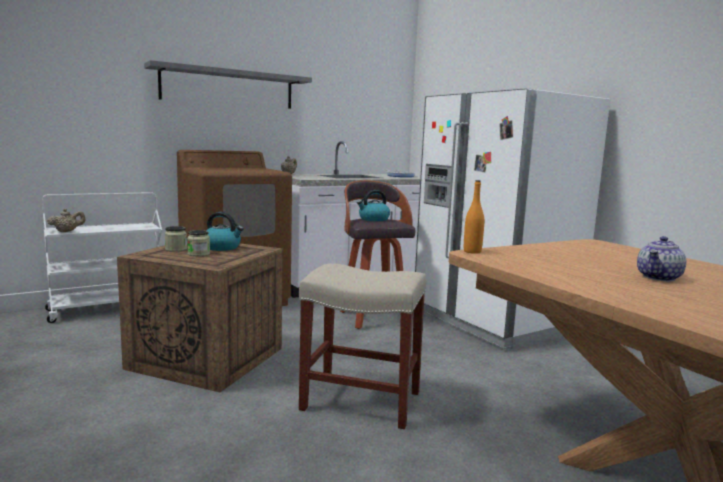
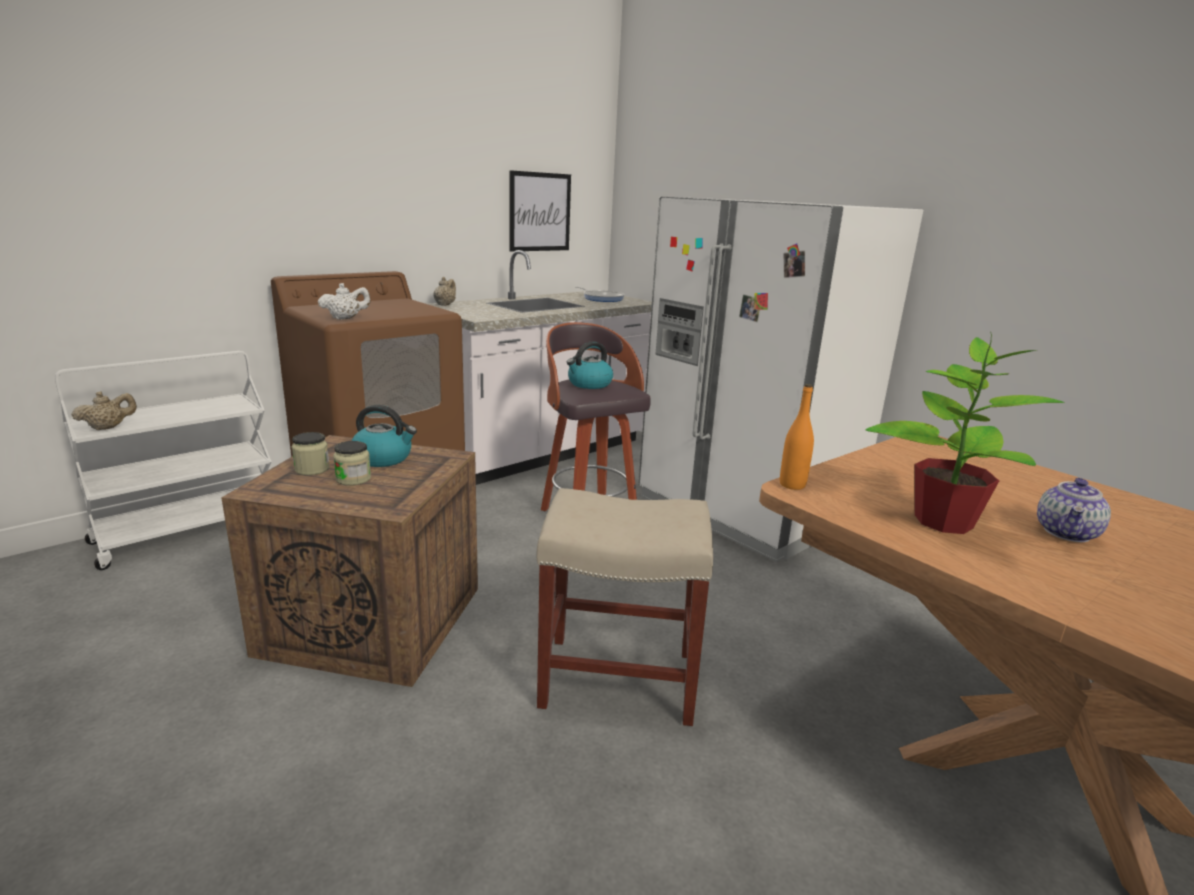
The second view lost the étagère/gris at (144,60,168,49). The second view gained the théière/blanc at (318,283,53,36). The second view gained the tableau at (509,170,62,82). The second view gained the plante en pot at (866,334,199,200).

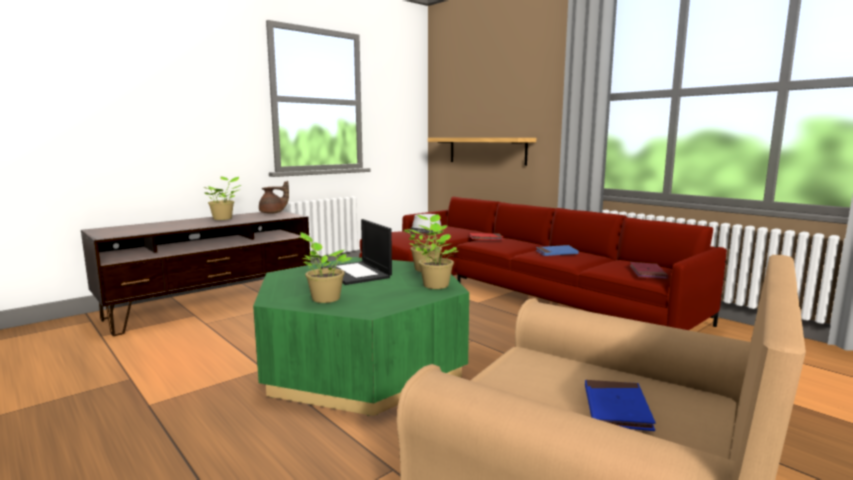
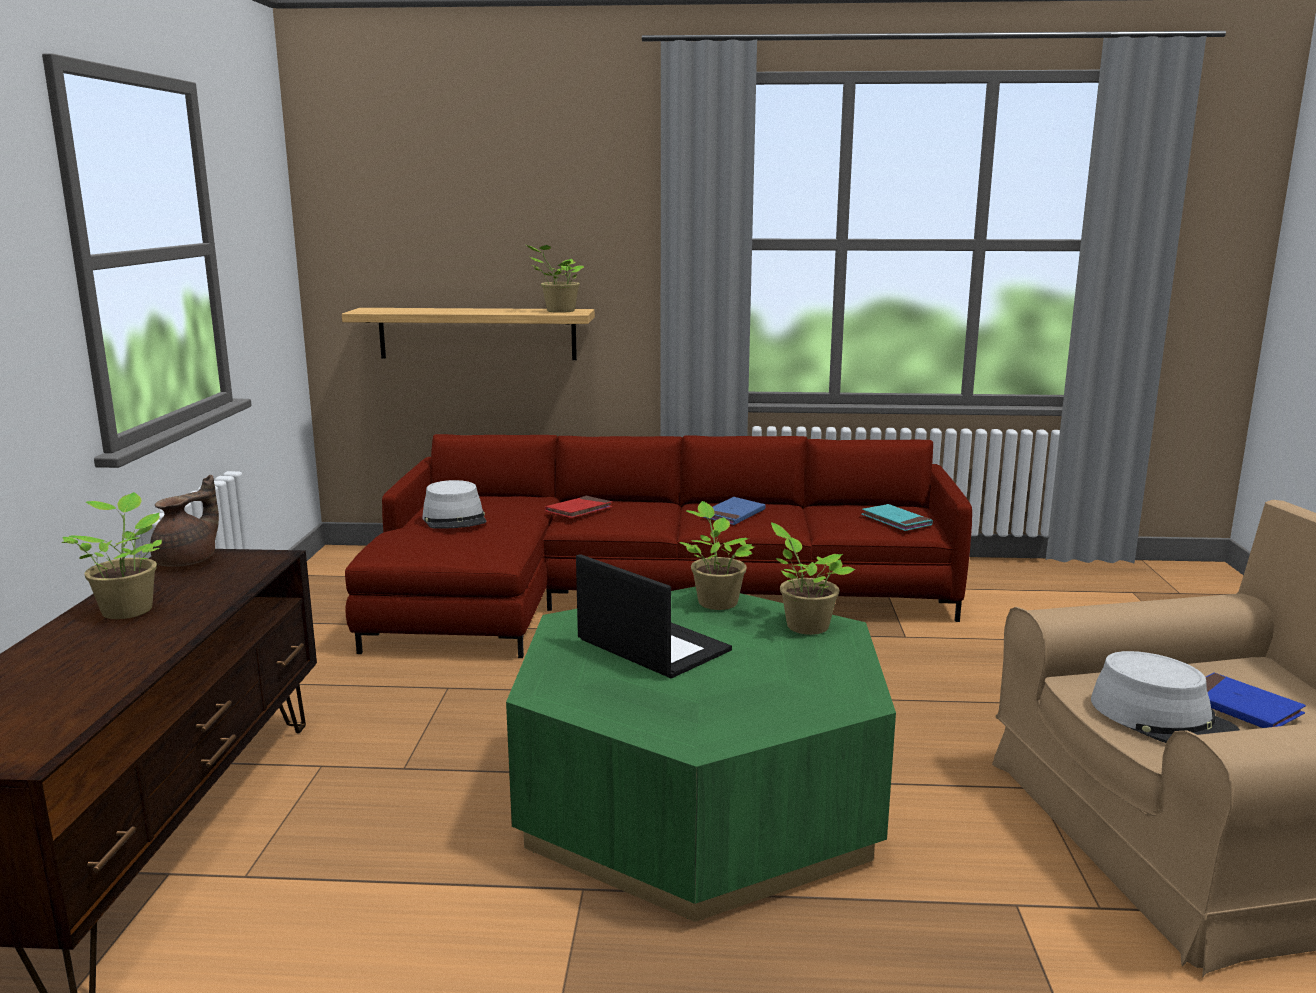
The second view gained the chapeau/gris at (1091,651,149,92). The plante en pot ended up elsewhere, having gone from (299,232,53,71) to (526,245,58,68). What was the livre/rouge at (630,262,38,17) turned into the livre/turquoise at (862,504,71,27). The ordinateur portable at (321,219,71,66) ended up facing another way, 150 degrees counterclockwise from before.

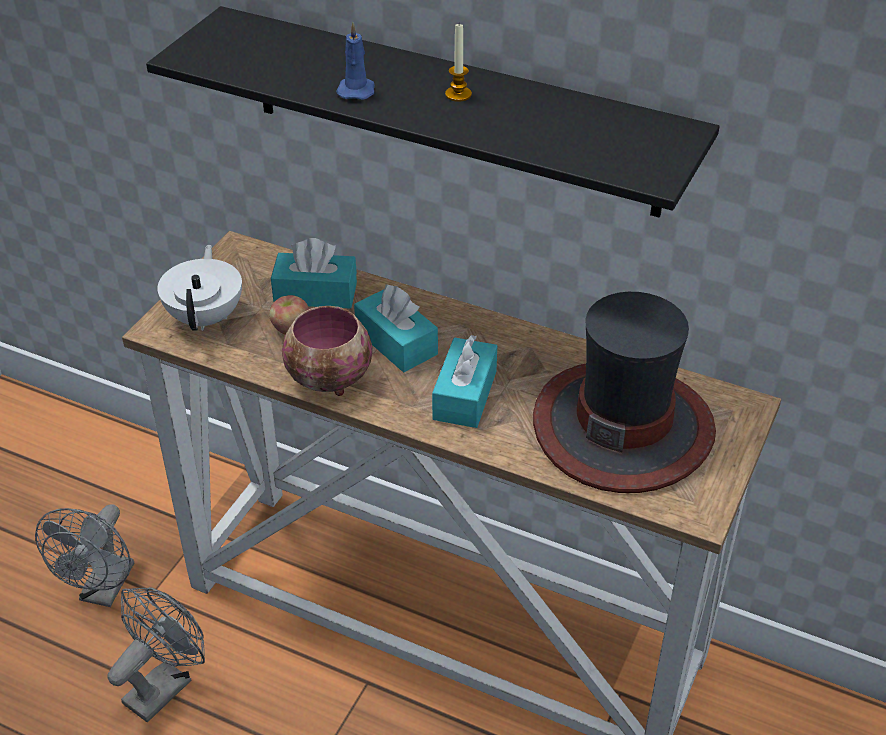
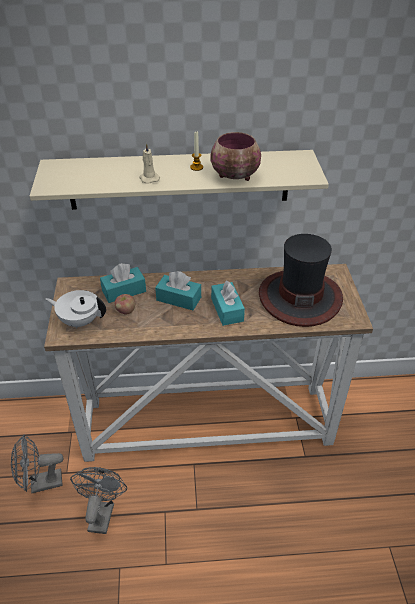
The bol ended up elsewhere, having gone from (282,306,90,90) to (210,132,51,49). What was the étagère/noir at (146,6,574,212) turned into the étagère/beige at (30,150,299,60). What was the bougie/bleu at (336,22,39,78) turned into the bougie/beige at (139,143,21,41). The ventilateur/gris at (35,504,99,103) ended up facing another way, 90 degrees clockwise from before. The théière/blanc at (157,245,85,86) ended up facing another way, 45 degrees counterclockwise from before.

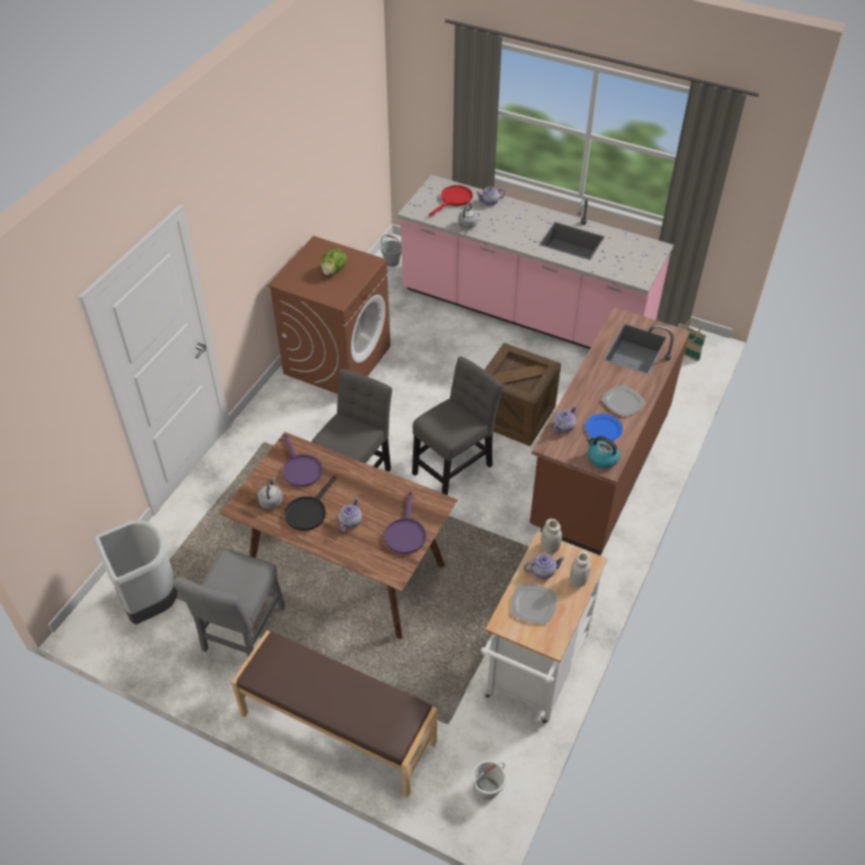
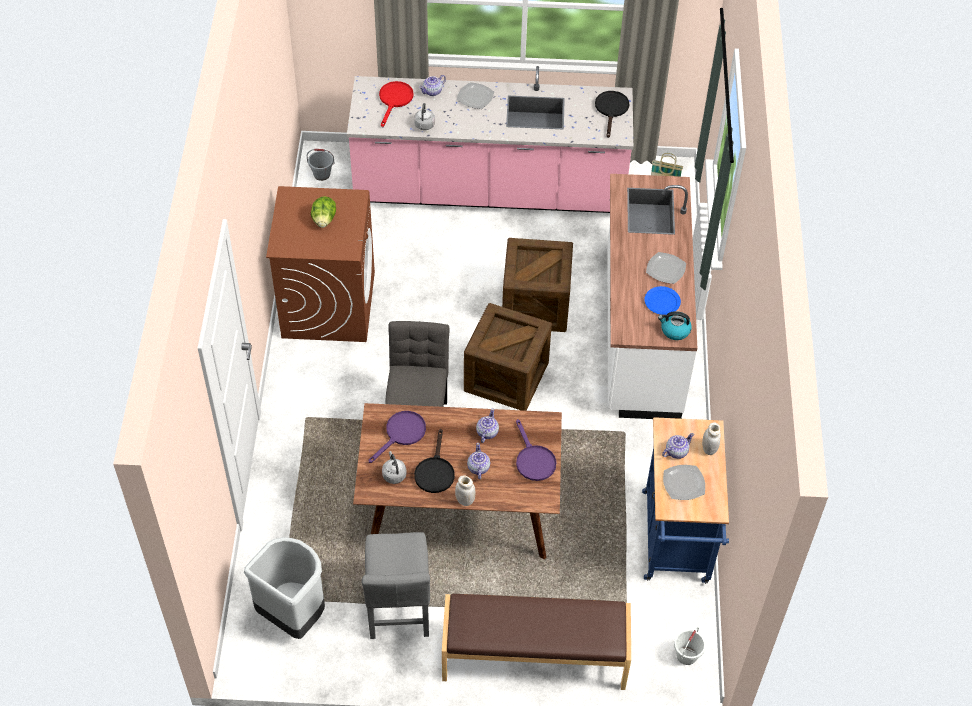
The second view gained the assiette at (456,82,38,27). The second view gained the poêle/noir at (595,91,34,47). The bocal/blanc ended up elsewhere, having gone from (541,519,21,35) to (455,475,20,31). The théière ended up elsewhere, having gone from (553,405,24,28) to (476,408,23,35). Where the chaise/gris stood at (412,357,91,138), the caisse came to stand at (464,303,88,108). What was the chariot/blanc at (481,531,127,193) turned into the chariot/bleu at (642,417,87,167). What was the comptoir de cuisine/marron at (530,307,160,249) turned into the comptoir de cuisine/blanc at (608,174,89,245). The poêle/violet at (283,434,39,53) ended up facing another way, 90 degrees counterclockwise from before.

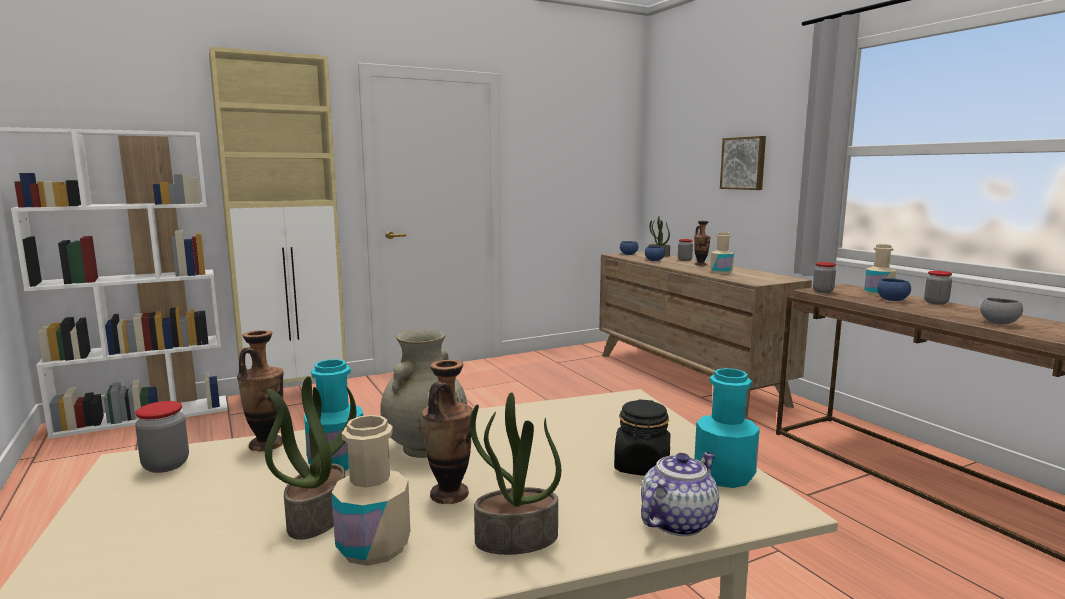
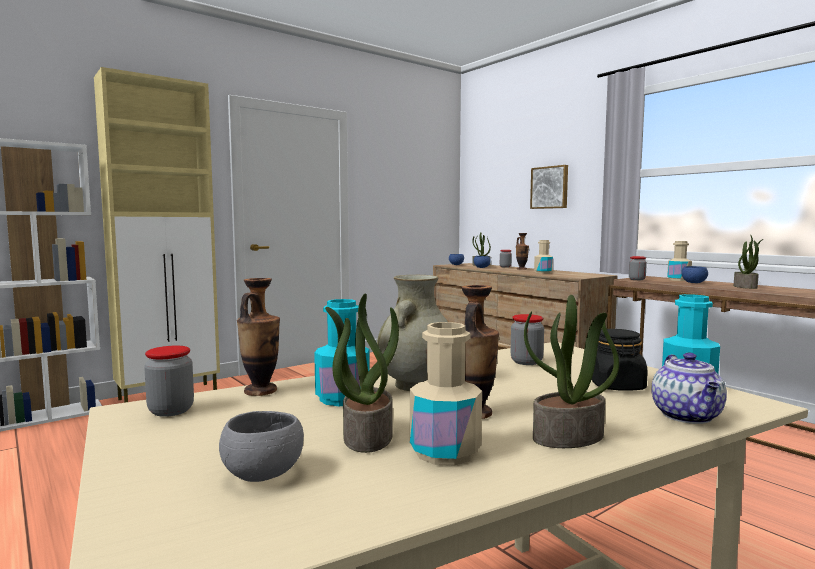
The second view gained the plante en pot at (734,235,29,54). The bocal ended up elsewhere, having gone from (924,271,28,34) to (510,314,34,51). The bol/gris ended up elsewhere, having gone from (980,298,43,27) to (219,411,85,71). The théière at (641,452,78,84) ended up facing another way, 150 degrees clockwise from before.

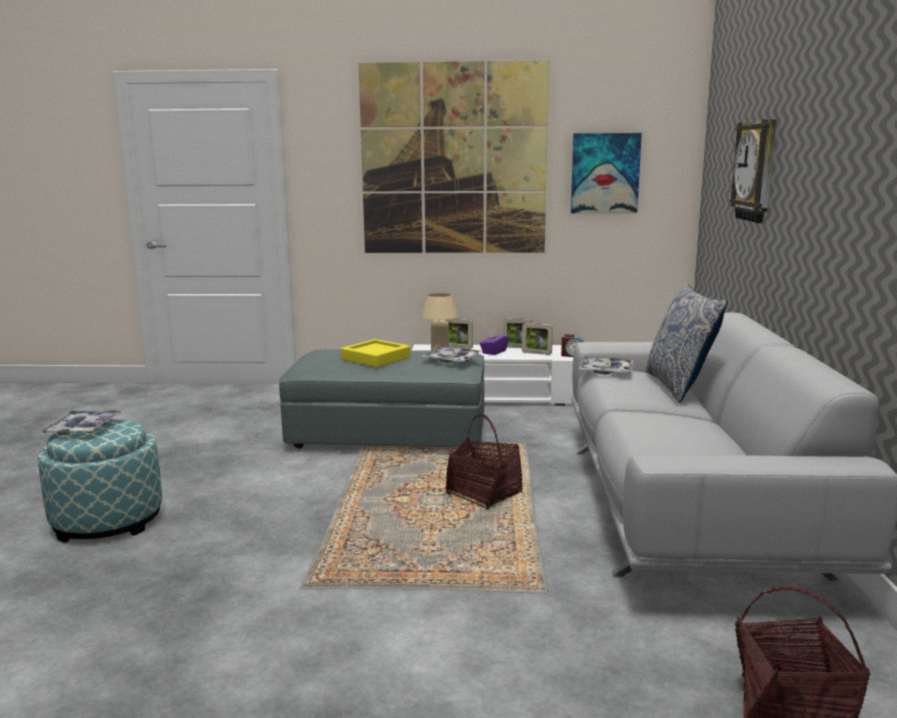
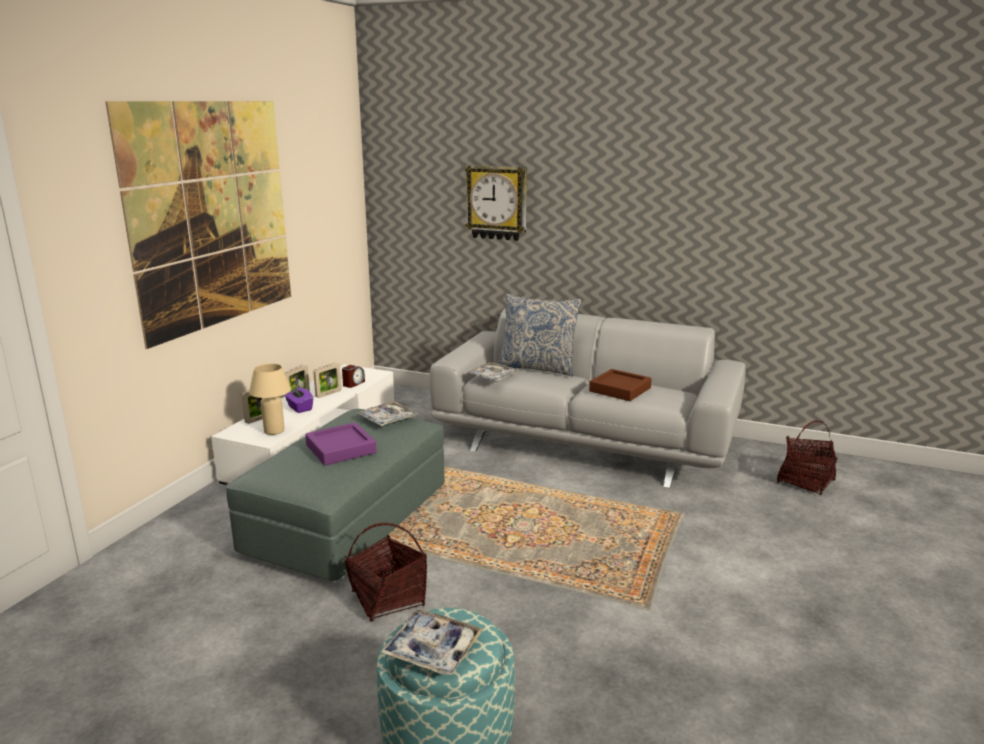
The second view lost the tableau at (571,133,71,80). The second view gained the plateau/marron at (589,369,63,32). The panier ended up elsewhere, having gone from (446,414,76,96) to (345,523,82,99). What was the plateau/jaune at (341,339,69,28) turned into the plateau/violet at (305,423,71,42).

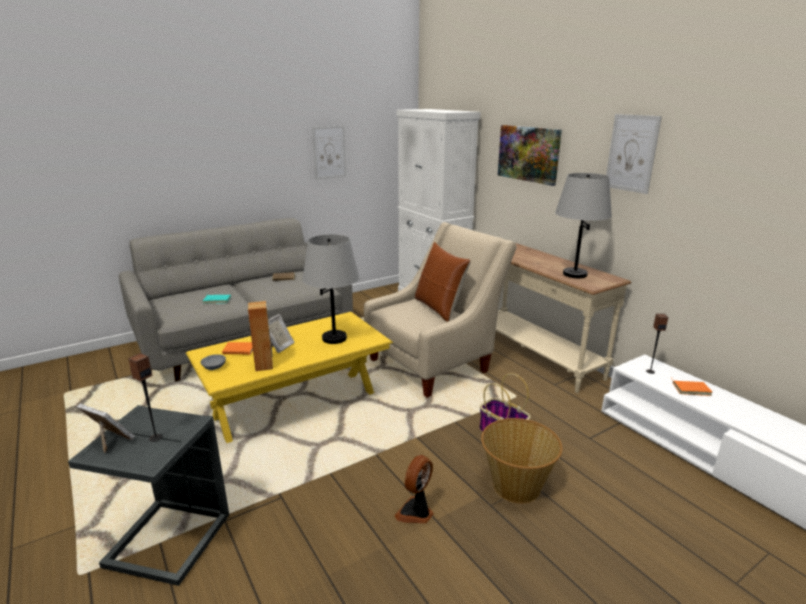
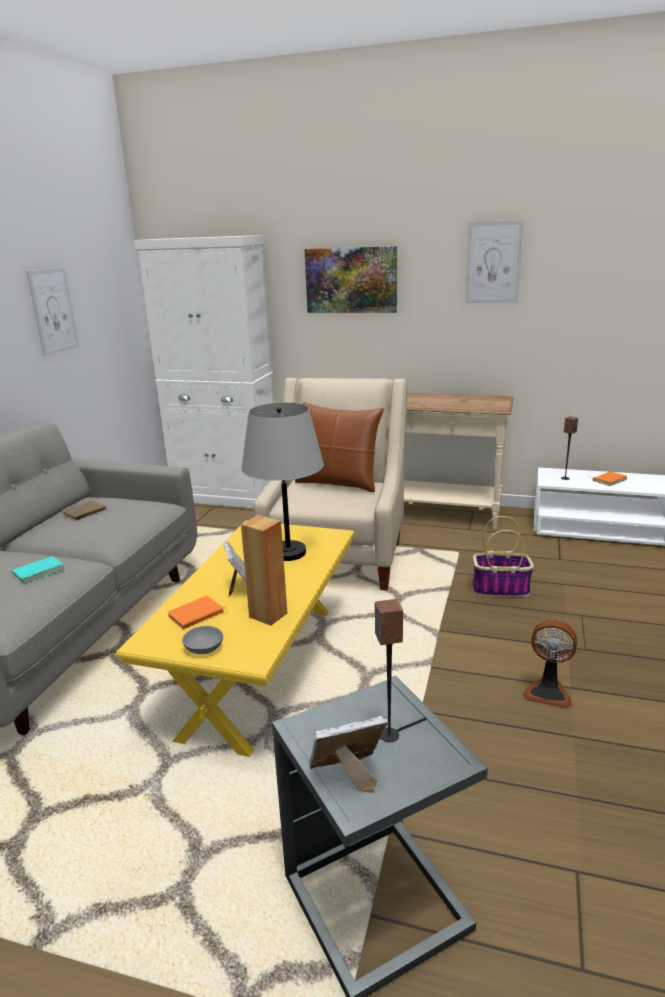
The second view lost the panier at (481,418,82,86). The second view lost the lampe de table/gris at (555,173,57,105). The ventilateur at (394,455,40,68) ended up facing another way, 60 degrees counterclockwise from before.

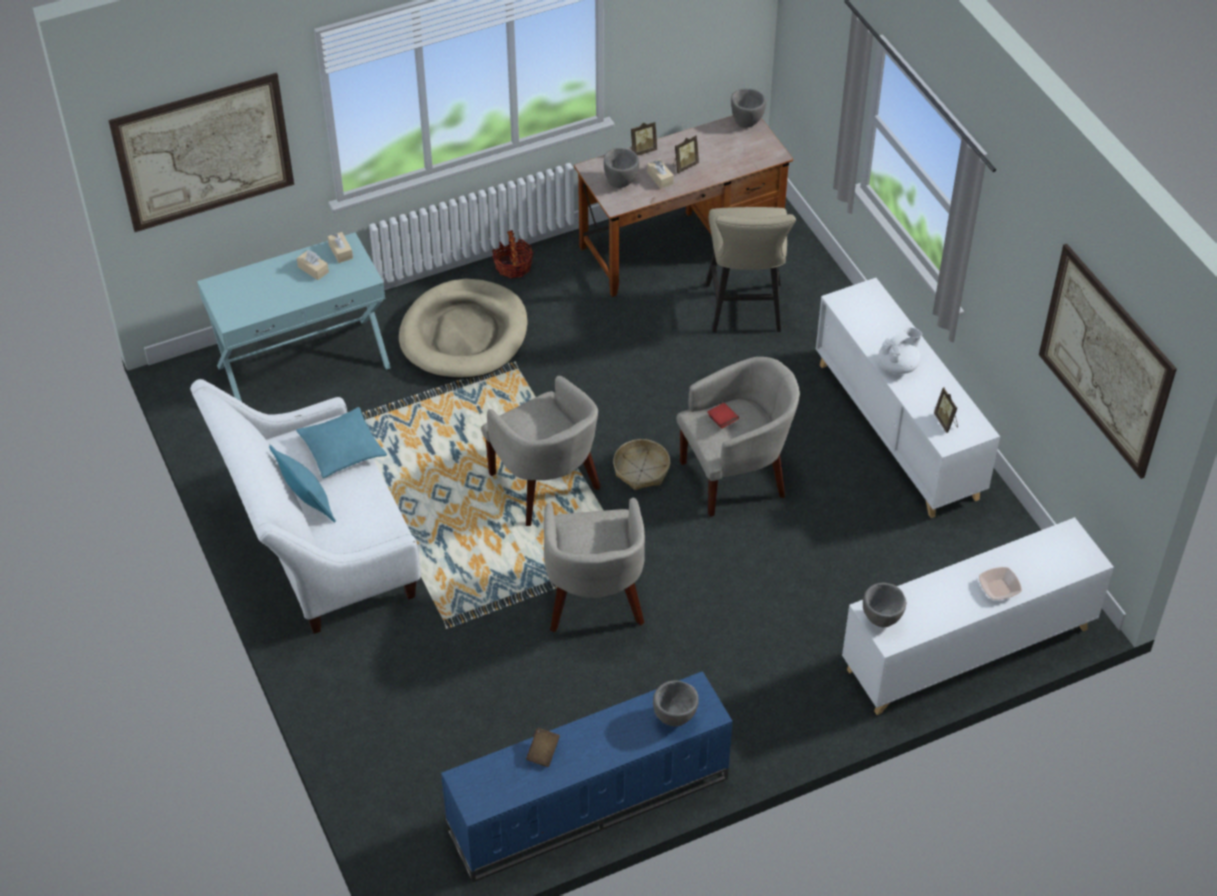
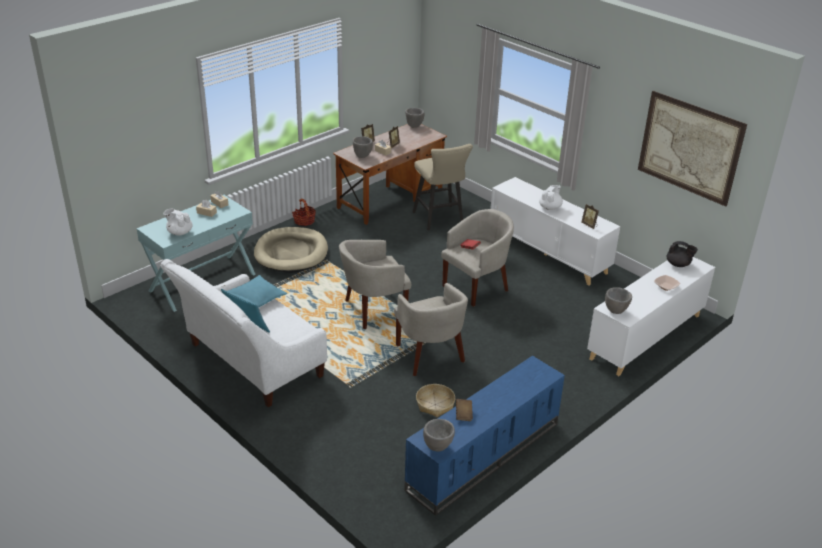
The second view lost the tableau at (108,73,186,159). The second view gained the théière/blanc at (164,208,28,28). The second view gained the théière/noir at (666,241,32,26). The panier ended up elsewhere, having gone from (613,439,57,51) to (416,384,39,33). The bol/gris ended up elsewhere, having gone from (653,680,46,46) to (423,419,32,33). The fauteuil/beige at (481,376,120,150) ended up facing another way, 120 degrees clockwise from before.

